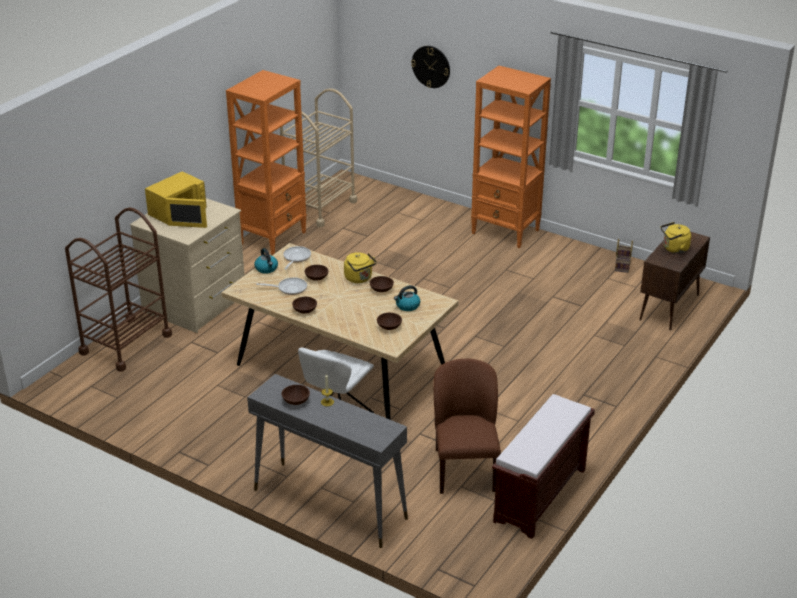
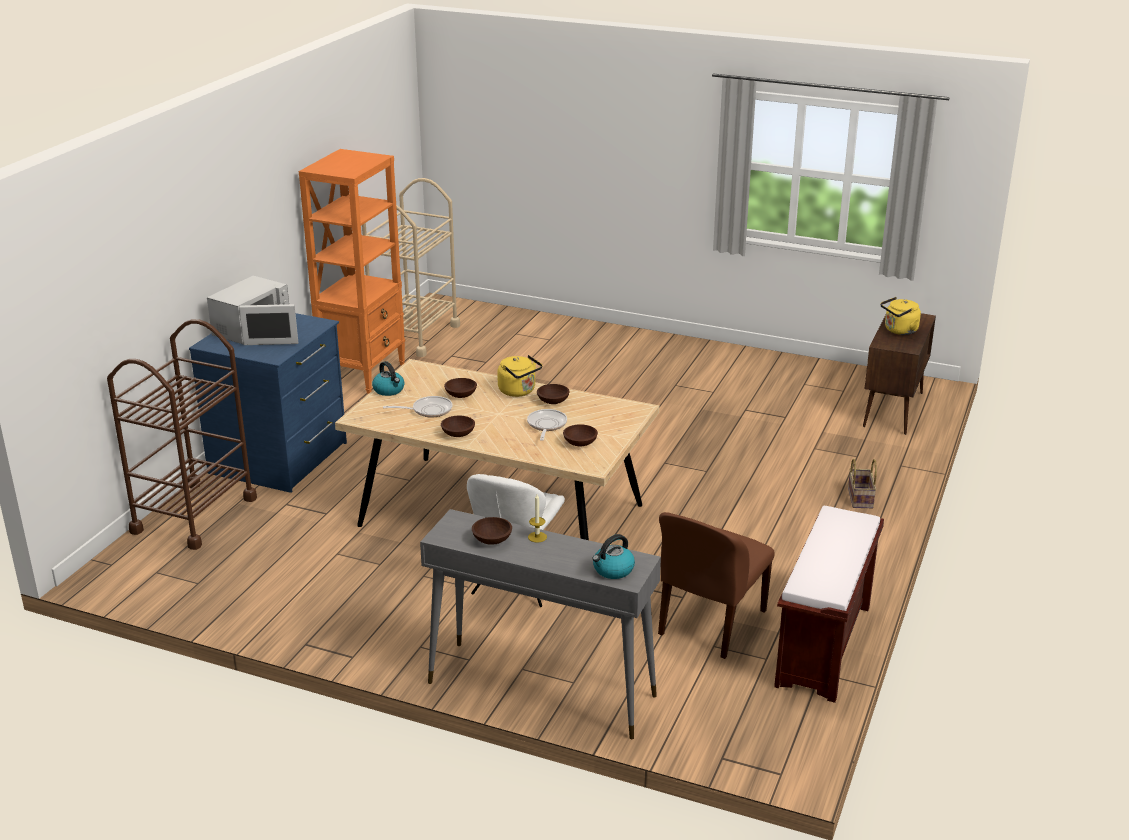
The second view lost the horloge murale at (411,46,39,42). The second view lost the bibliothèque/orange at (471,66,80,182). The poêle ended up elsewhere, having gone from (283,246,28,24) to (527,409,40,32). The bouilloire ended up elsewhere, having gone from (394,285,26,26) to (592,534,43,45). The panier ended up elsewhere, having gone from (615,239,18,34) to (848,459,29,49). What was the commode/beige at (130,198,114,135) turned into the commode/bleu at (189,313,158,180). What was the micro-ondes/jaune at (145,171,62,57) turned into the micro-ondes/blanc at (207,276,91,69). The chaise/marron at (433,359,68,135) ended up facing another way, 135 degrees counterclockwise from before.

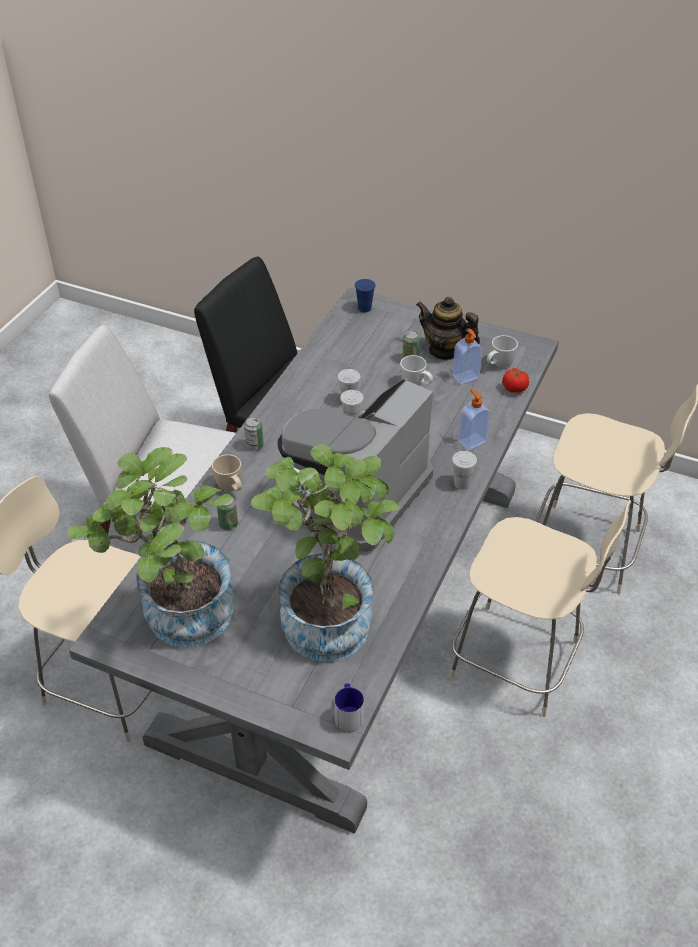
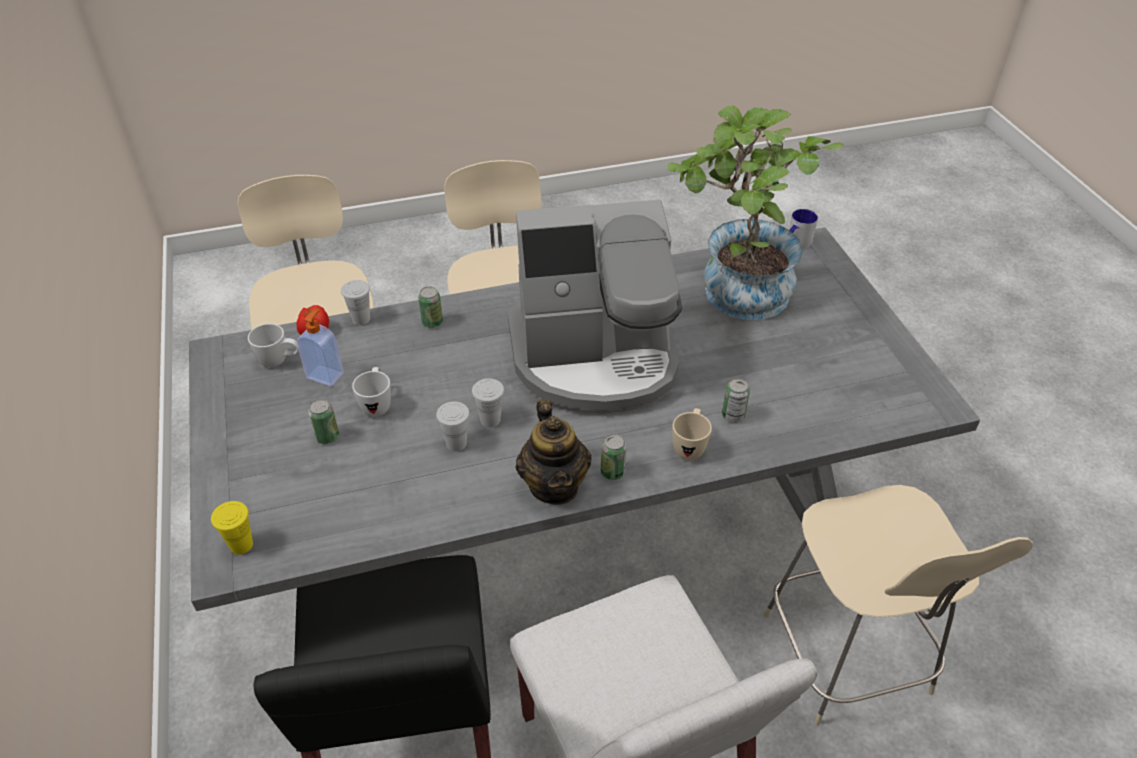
The second view lost the plante en pot at (67,447,168,200). The théière ended up elsewhere, having gone from (416,297,64,63) to (515,399,77,106). The tasse/blanc ended up elsewhere, having gone from (452,451,25,38) to (341,280,29,45). Where the distributeur de savon stood at (458,390,32,61), the boîte métallique came to stand at (418,286,25,42). What was the tasse/bleu at (355,279,21,33) turned into the tasse/jaune at (211,501,42,54).

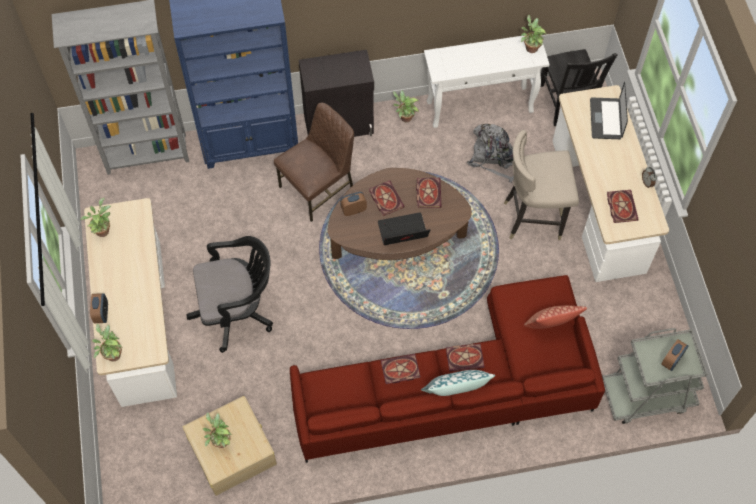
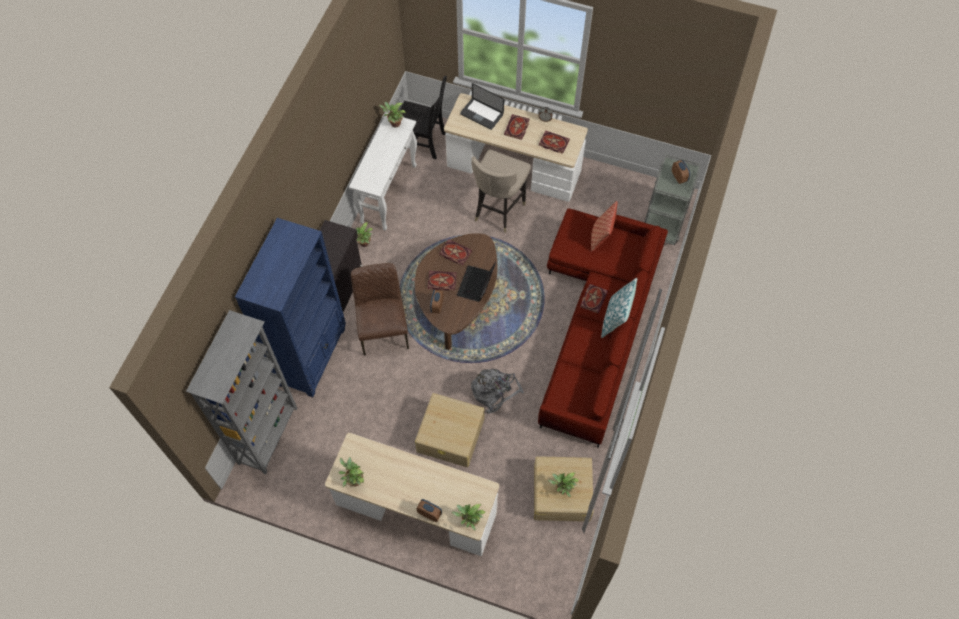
The livre ended up elsewhere, having gone from (381,354,39,30) to (504,114,25,26). The sac à dos/gris ended up elsewhere, having gone from (467,124,47,59) to (471,369,53,45). Where the chaise de bureau/noir stood at (187,236,86,117), the boîte de rangement/beige came to stand at (415,393,70,74).

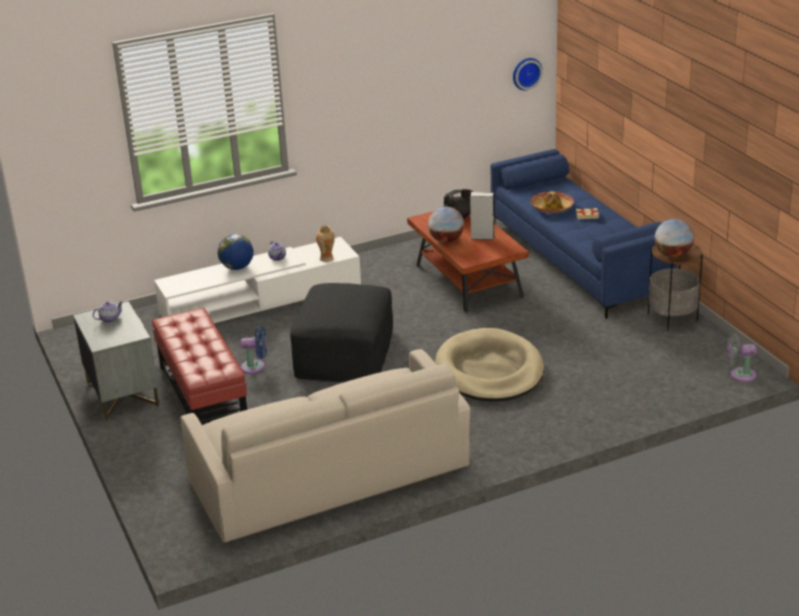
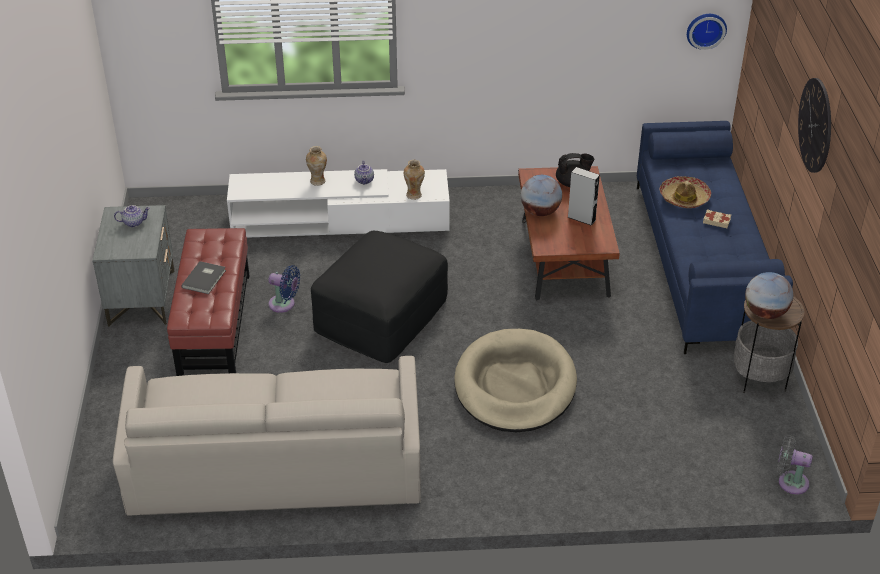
The second view gained the livre/gris at (181,261,45,33). The second view gained the horloge murale at (798,78,33,95). Where the globe stood at (218,234,36,36), the vase came to stand at (306,146,21,40).

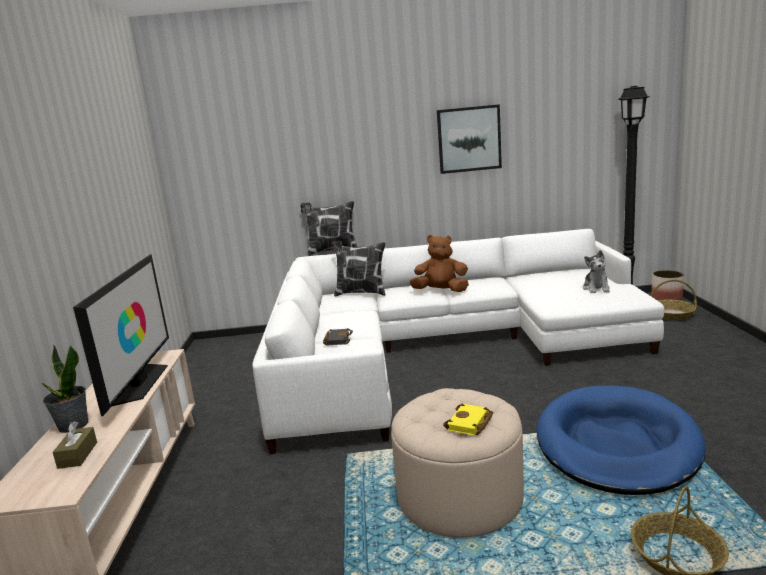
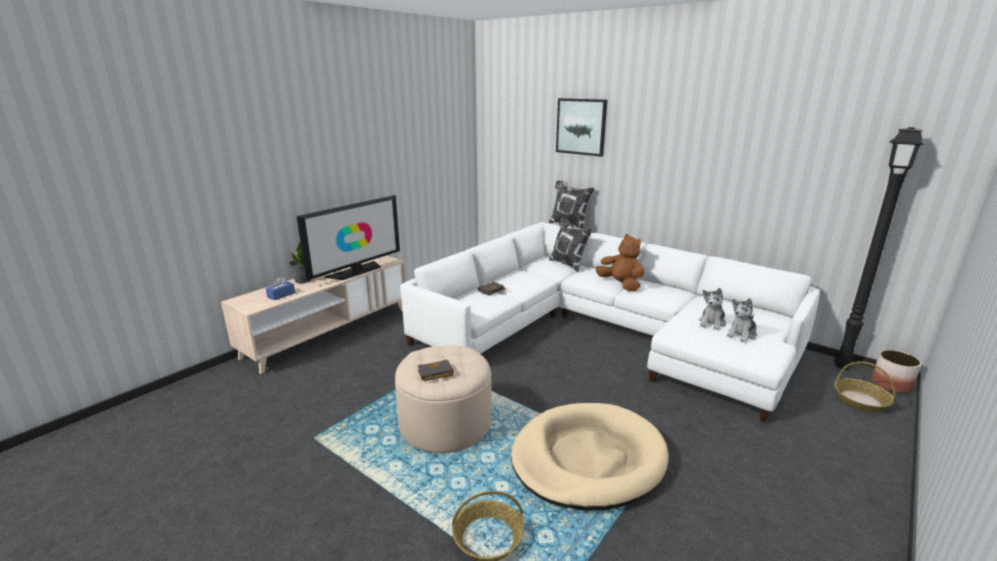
The second view gained the peluche at (699,288,27,43). The tableau ended up elsewhere, having gone from (437,104,65,70) to (556,98,51,59). What was the boîte à mouchoirs/marron at (53,421,44,48) turned into the boîte à mouchoirs/bleu at (266,277,29,23). What was the livre/jaune at (443,404,50,31) turned into the livre/noir at (418,359,36,22). What was the panier pour chien/bleu at (537,386,169,109) turned into the panier pour chien/beige at (511,403,158,108).

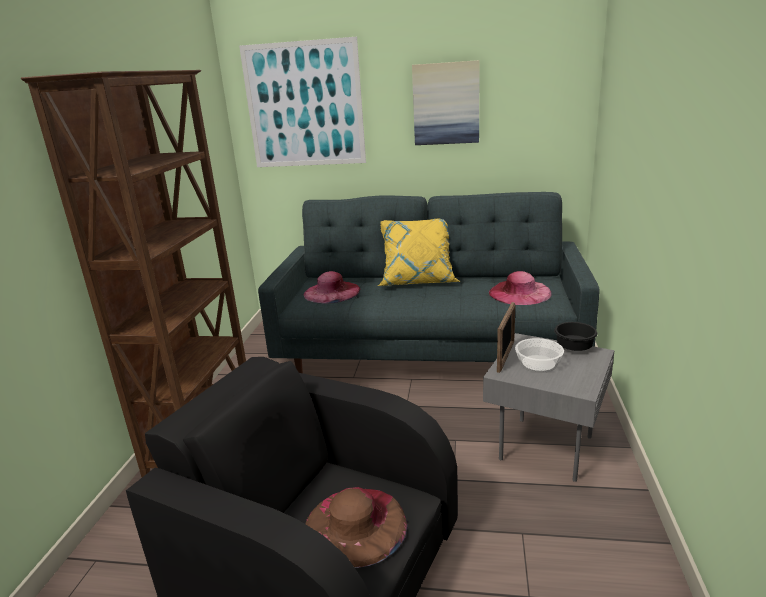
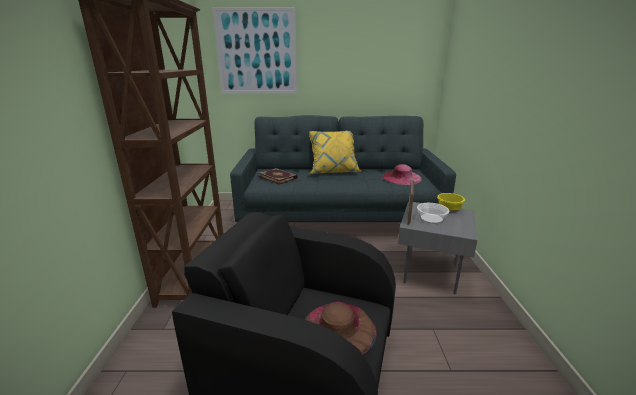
The second view lost the tableau at (412,60,68,85). Where the chapeau/rose stood at (304,271,56,33), the livre came to stand at (258,168,40,17). What was the bol/noir at (554,322,43,29) turned into the bol/jaune at (437,193,28,18).

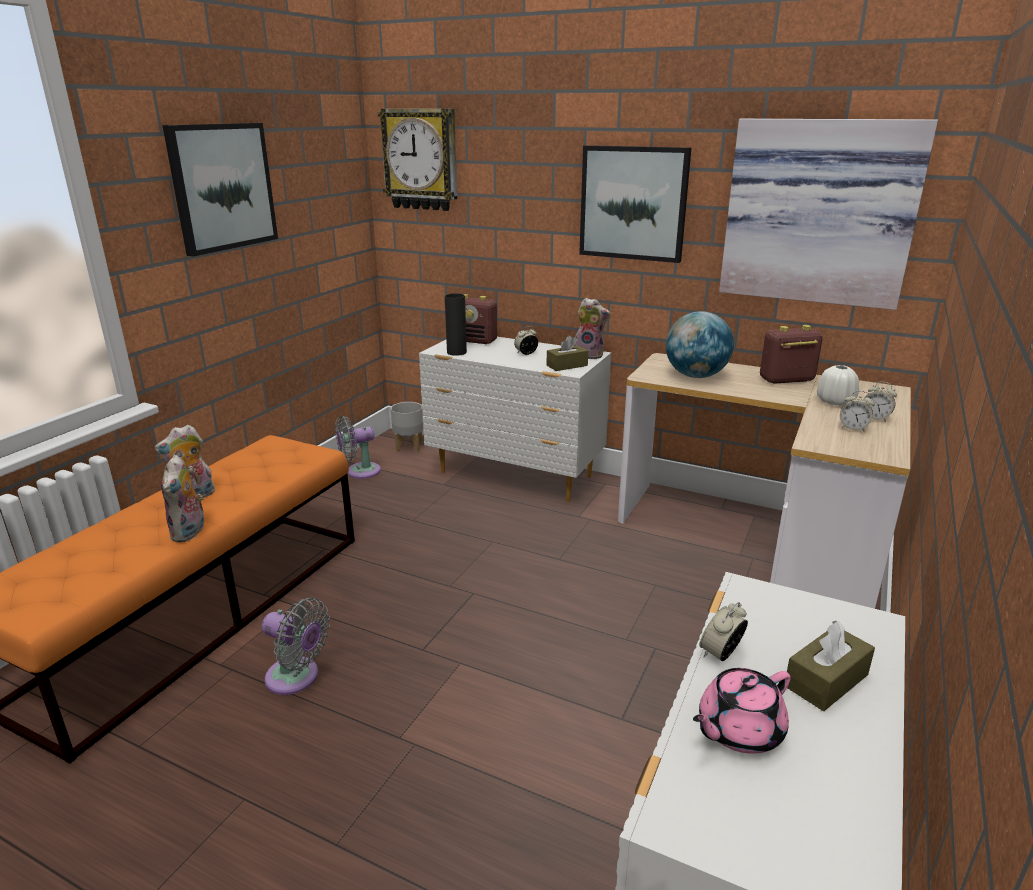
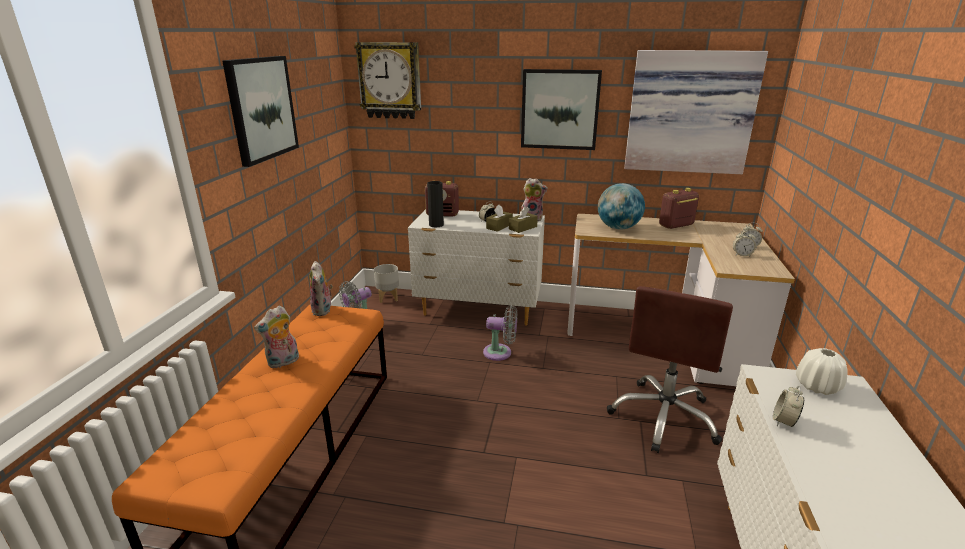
The second view lost the théière/rose at (693,668,98,86). The second view gained the chaise de bureau/marron at (607,286,126,167). The peluche ended up elsewhere, having gone from (161,455,46,87) to (310,261,23,55). The ventilateur/gris ended up elsewhere, having gone from (262,598,68,97) to (483,305,34,56). The boîte à mouchoirs/marron ended up elsewhere, having gone from (787,621,88,90) to (486,205,27,27). The vase/blanc ended up elsewhere, having gone from (817,365,42,41) to (796,348,52,47).

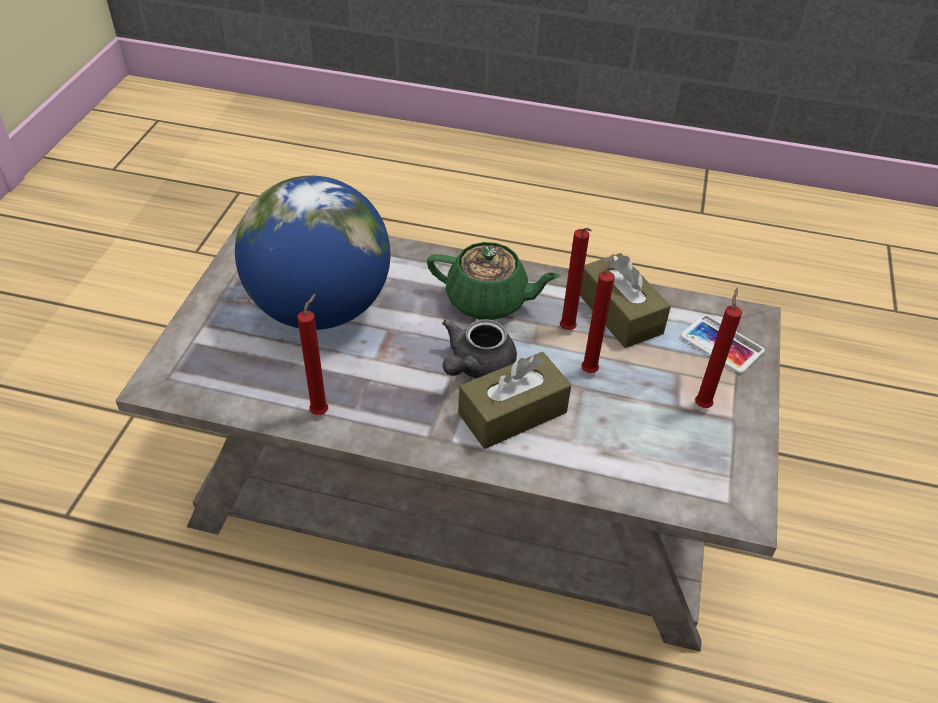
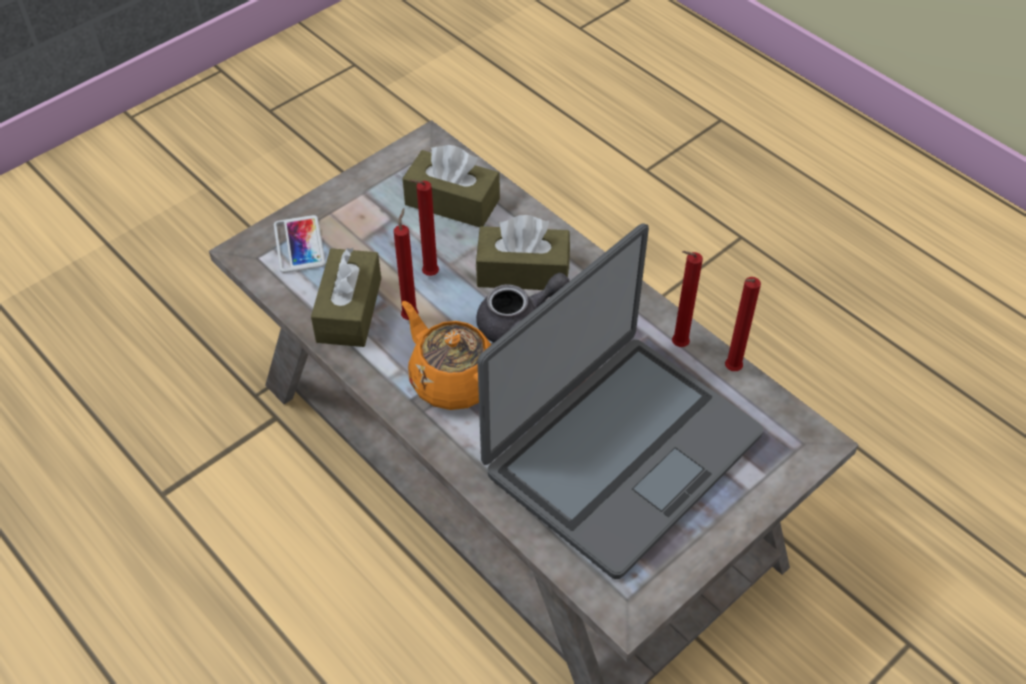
The second view gained the boîte à mouchoirs/marron at (402,145,98,82). The bougie/rouge ended up elsewhere, having gone from (695,288,47,120) to (725,277,36,94). Where the globe stood at (235,176,156,154), the ordinateur portable came to stand at (477,223,286,356). What was the théière/vert at (427,242,133,78) turned into the théière/orange at (402,301,89,109).

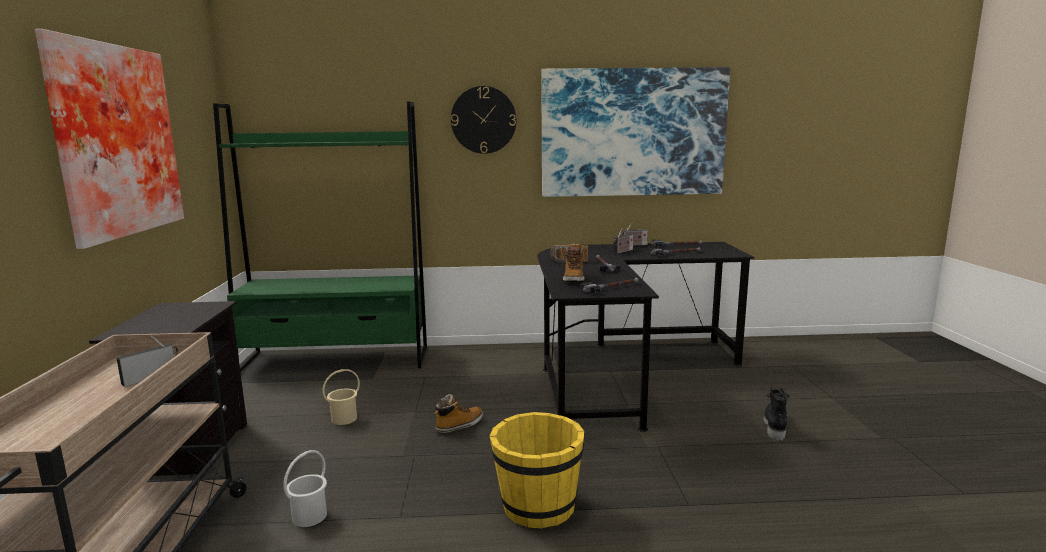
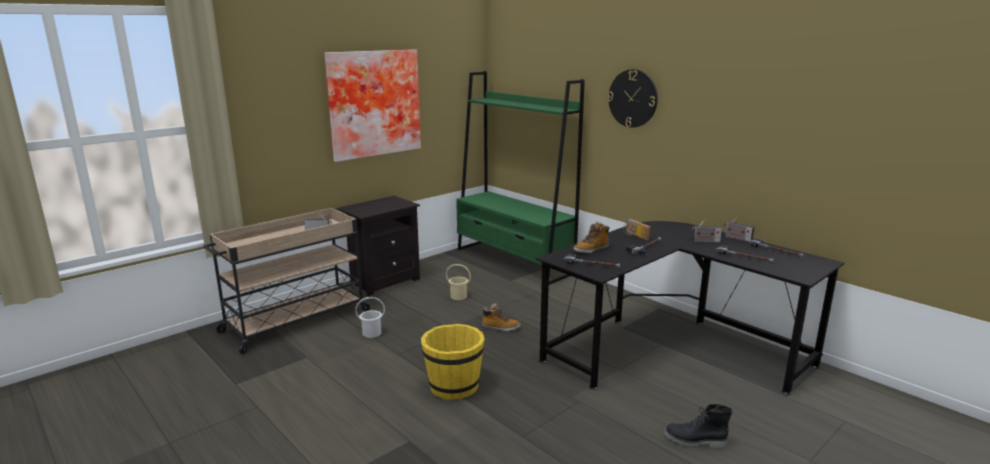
The second view lost the tableau at (542,67,188,130). The botte/noir at (763,386,27,54) ended up facing another way, 150 degrees counterclockwise from before.

